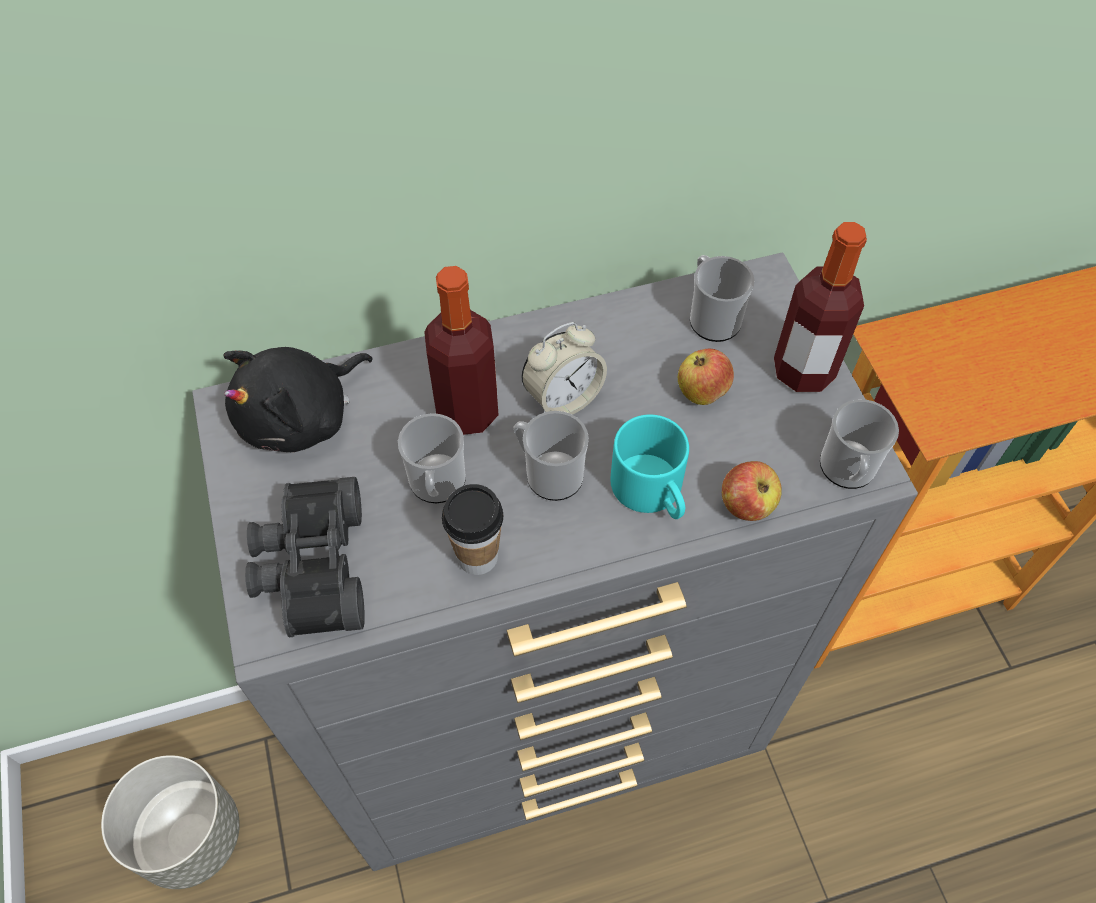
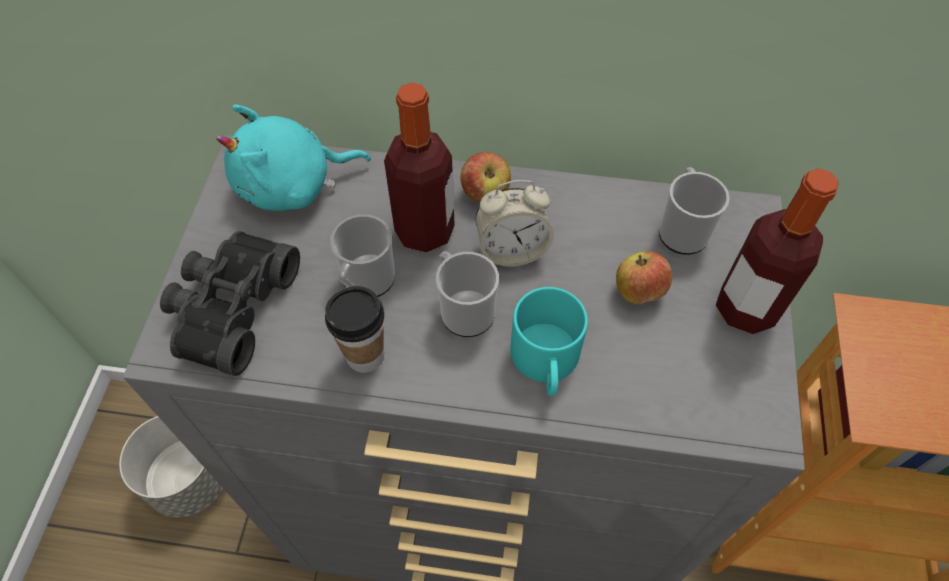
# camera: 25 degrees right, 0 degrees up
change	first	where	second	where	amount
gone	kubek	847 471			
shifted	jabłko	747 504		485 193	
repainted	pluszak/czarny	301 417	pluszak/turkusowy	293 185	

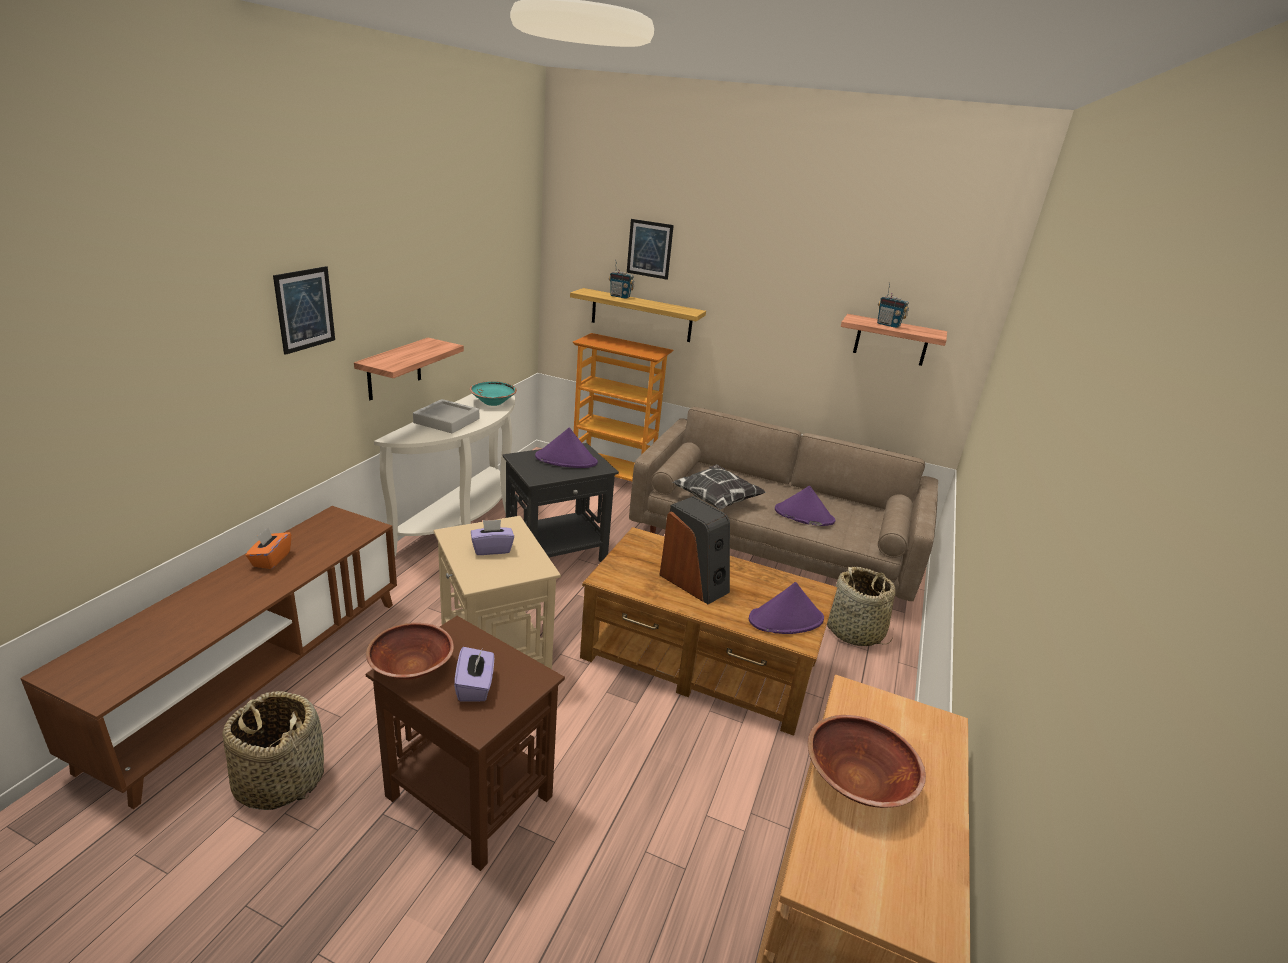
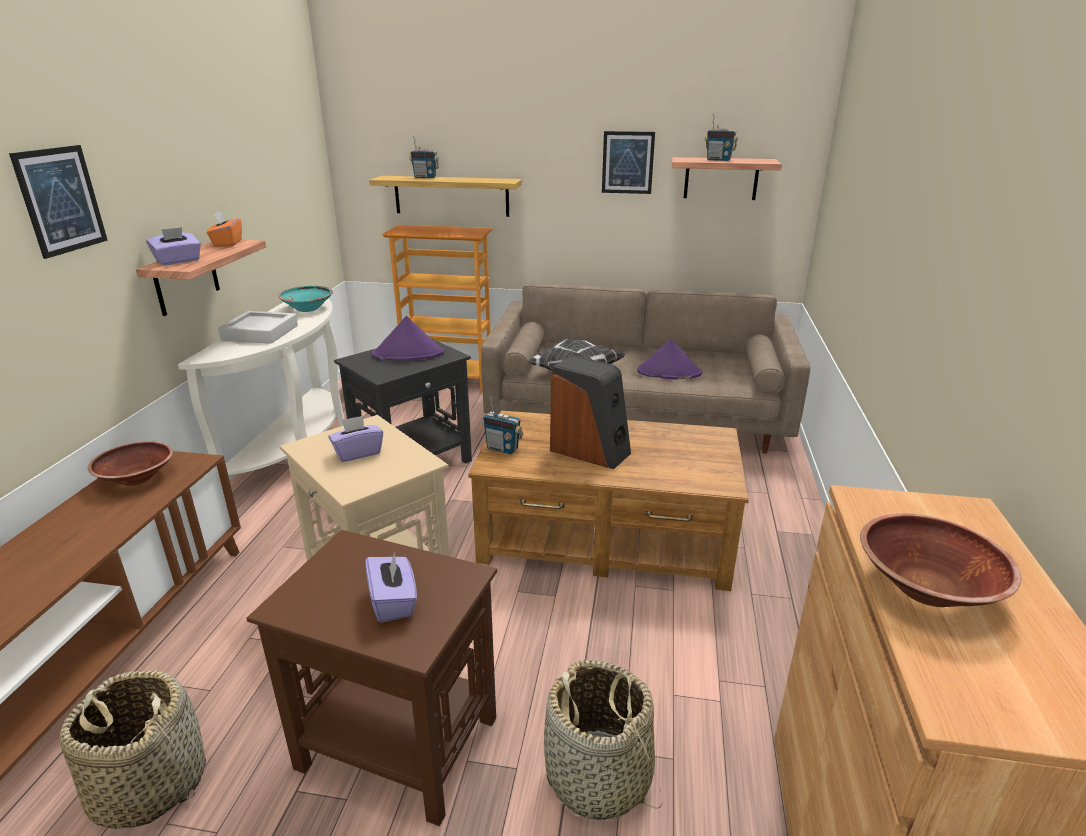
# camera: 10 degrees left, 0 degrees up
change	first	where	second	where	amount
gone	kapelusz/fioletowy	786 619			
new			pudełko chusteczek/fioletowy	178 261	
new			radio	502 449	
shifted	pudełko chusteczek/pomarańczowy	271 559		227 243	
shifted	miska/brązowy	411 668		136 478	
shifted	obraz	649 249		627 162	
shifted	koszyk	854 631		598 777	

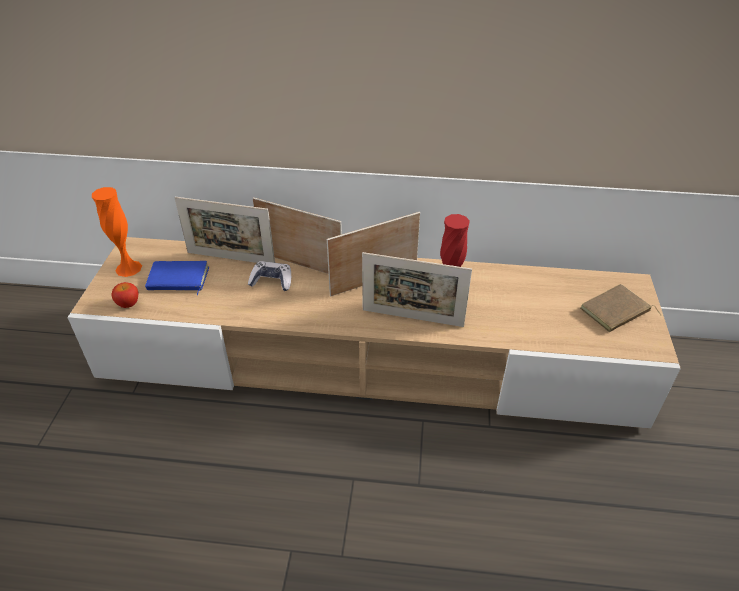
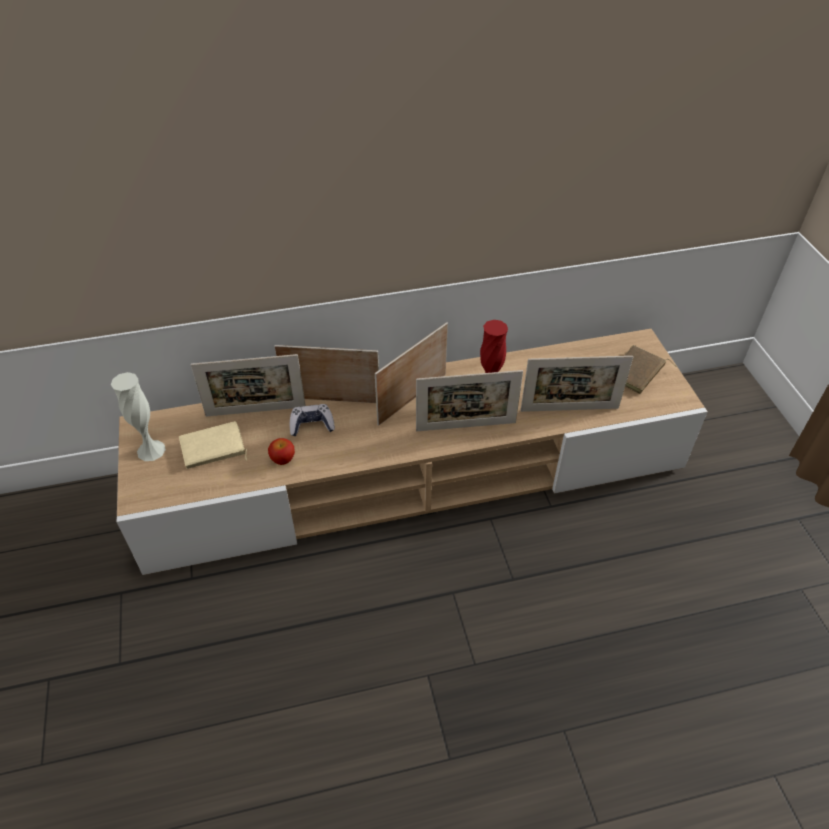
# camera: 20 degrees left, 5 degrees up
change	first	where	second	where	amount
new			ramka na zdjęcie	569 409	
shifted	jabłko	128 304		283 459	
repainted	wazon/pomarańczowy	128 268	wazon/biały	151 450	
repainted	książka/niebieski	178 280	książka/beżowy	213 449	

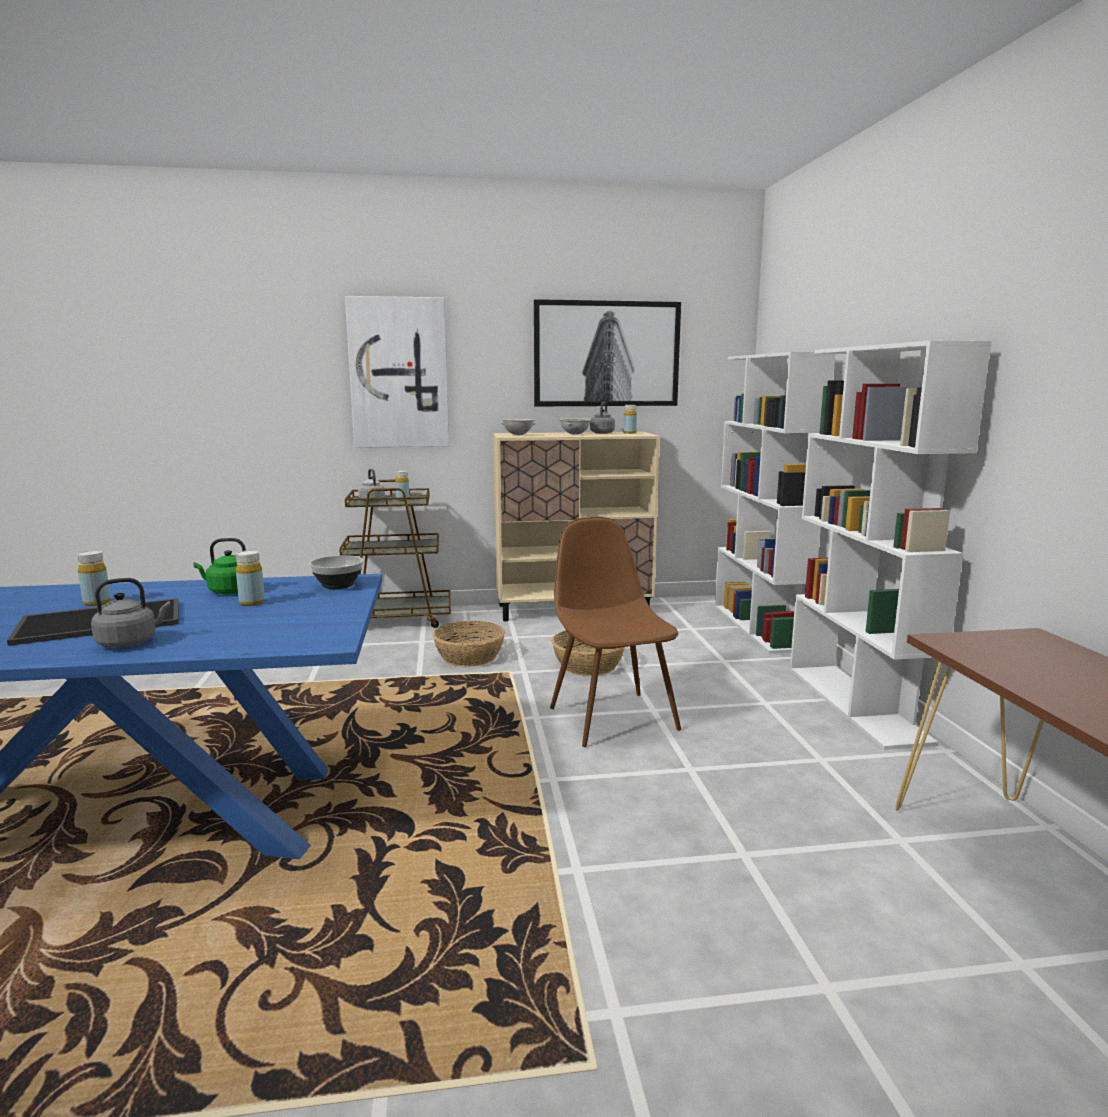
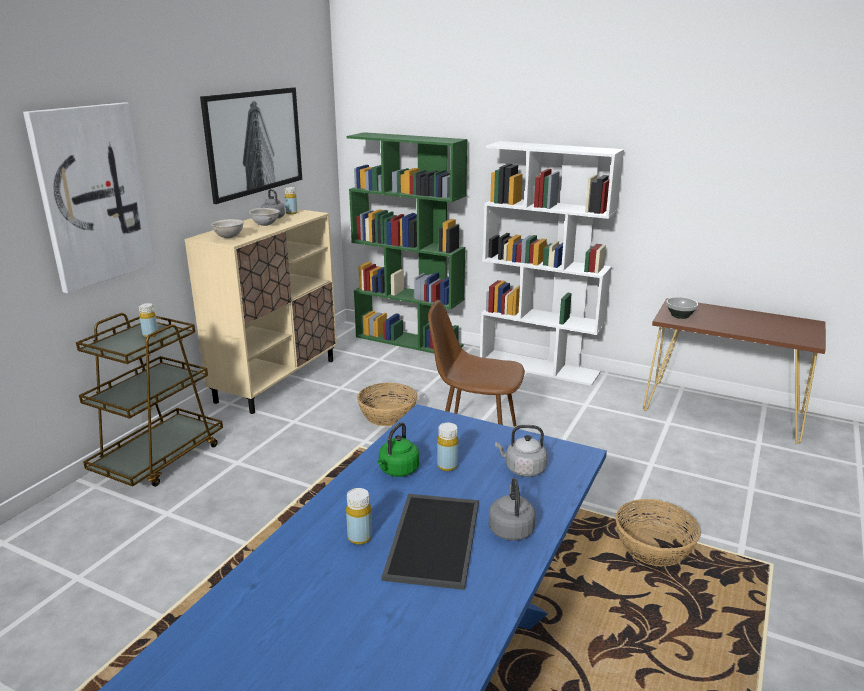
# camera: 55 degrees left, 10 degrees up
change	first	where	second	where	amount
shifted	miska	337 585		680 316	
shifted	czajnik/szary	371 501		522 469	
shifted	koszyk	470 656		654 546	
repainted	regał/biały	759 627	regał/zielony	409 341	

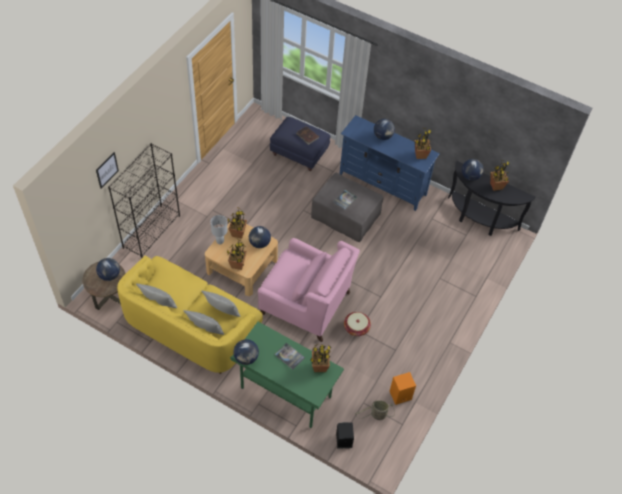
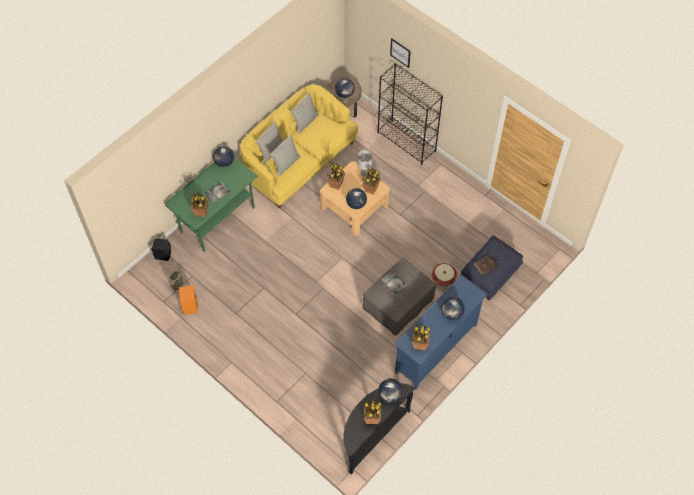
# camera: 105 degrees right, 5 degrees up
change	first	where	second	where	amount
gone	fotel/różowy	305 303			
shifted	koszyk	356 328		443 278	

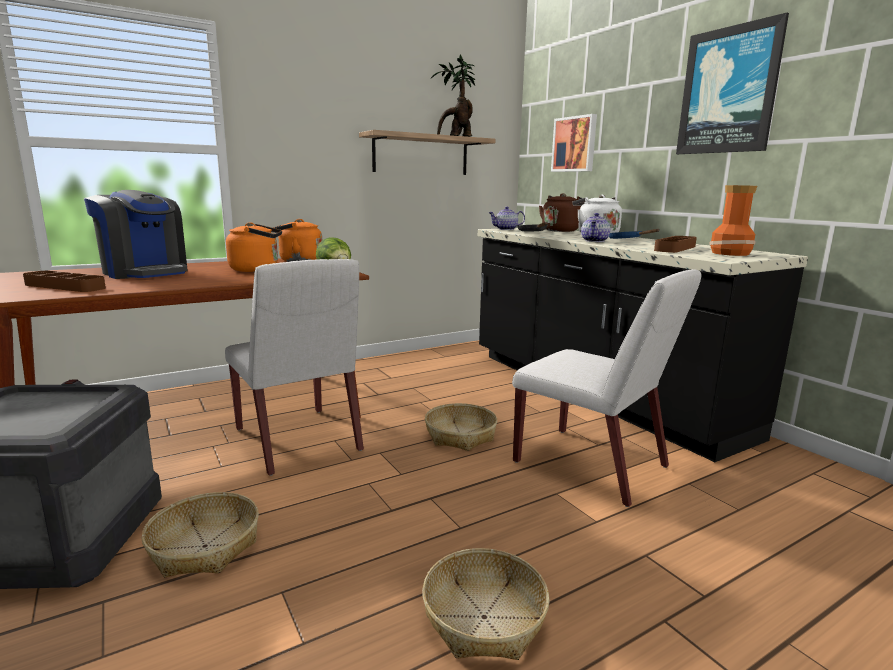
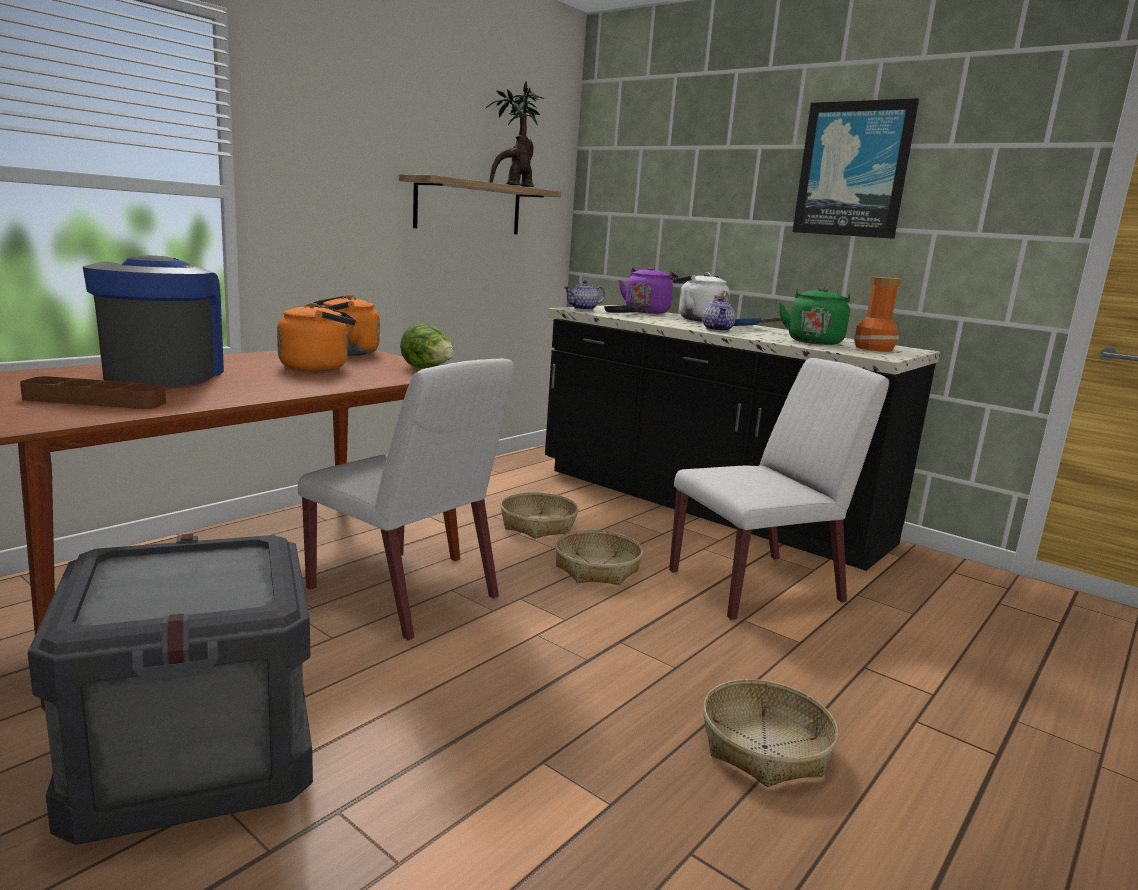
# camera: 20 degrees left, 0 degrees up
change	first	where	second	where	amount
gone	obraz	575 144			
shifted	koszyk	204 546		538 525	
swapped	taca/brązowy	675 248	czajnik/zielony	814 341	
repainted	czajnik/brązowy	561 230	czajnik/fioletowy	647 311	
rotated	ekspres do kawy	145 272		164 374	120 degrees counterclockwise
rotated	krzesło/biały	592 465		757 586	45 degrees counterclockwise

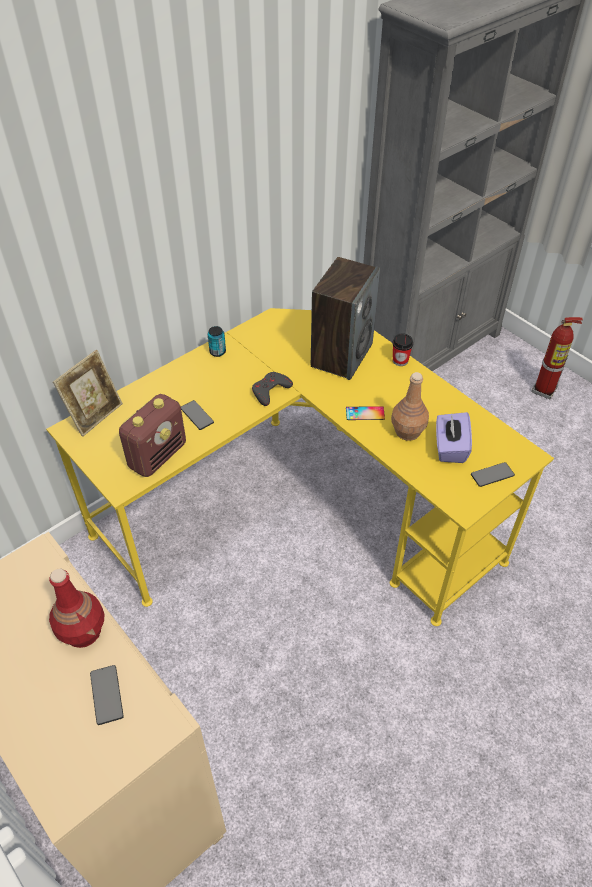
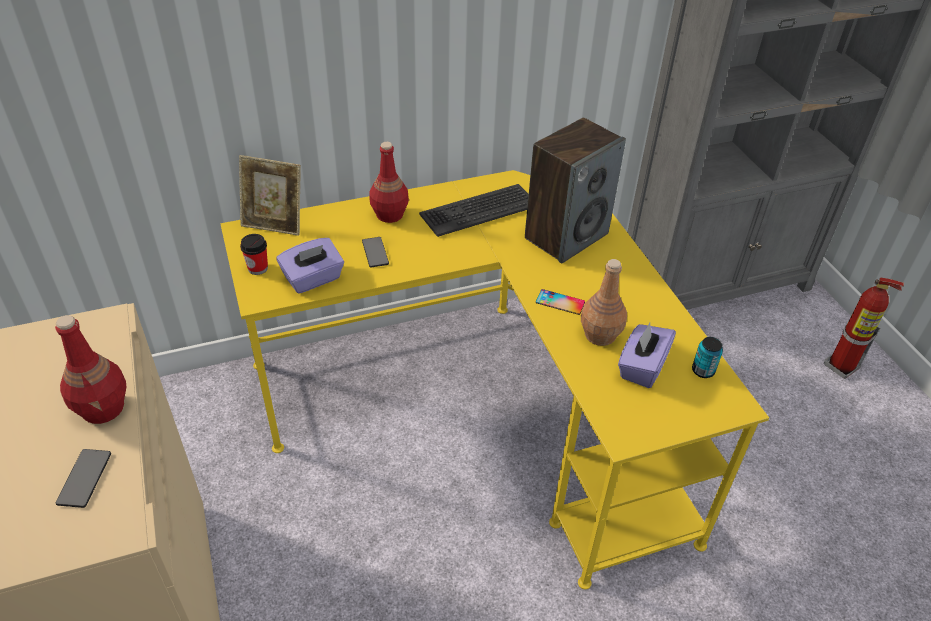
# camera: 20 degrees right, 5 degrees down
change	first	where	second	where	amount
gone	pad do gier/szary	270 391			
gone	telefon	492 475			
new			butelka/czerwony	389 214	
new			klawiatura	479 210	
shifted	puszka	217 352		703 370	
shifted	filiżanka	400 361		258 268	
swapped	radio	158 455	pudełko chusteczek/fioletowy	313 279	
rotated	ramka na zdjęcie	95 415		274 224	45 degrees clockwise

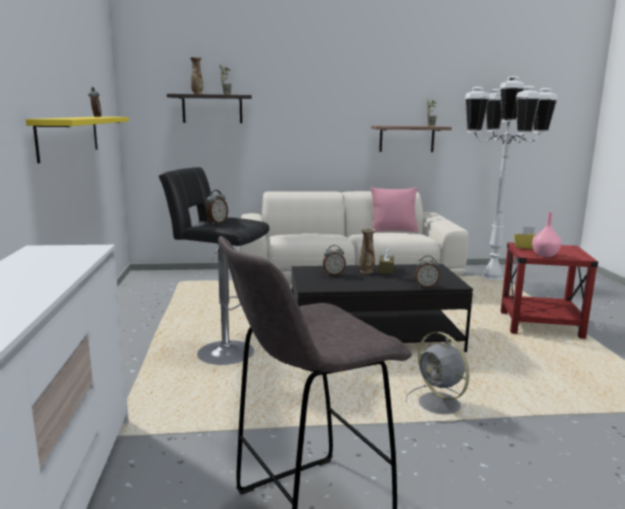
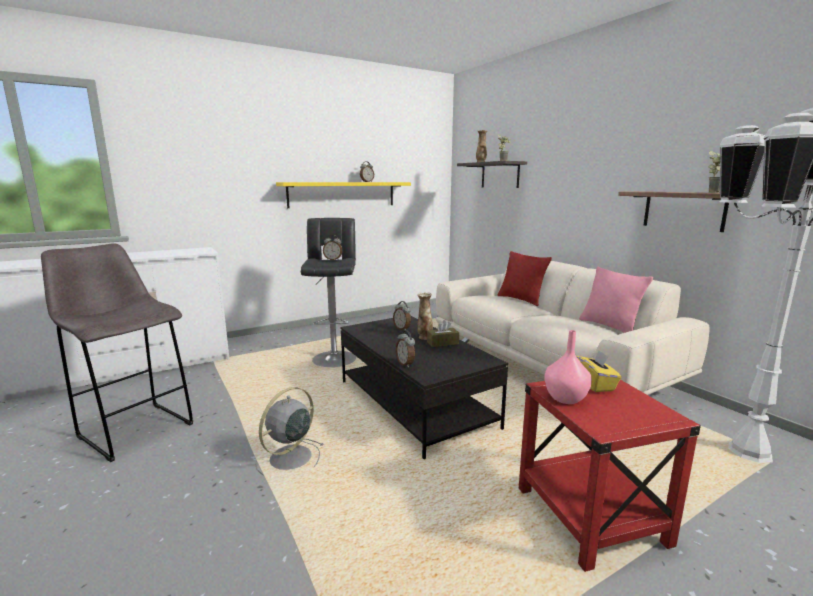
# camera: 65 degrees right, 0 degrees up
change	first	where	second	where	amount
new			poduszka/czerwony	521 299	

